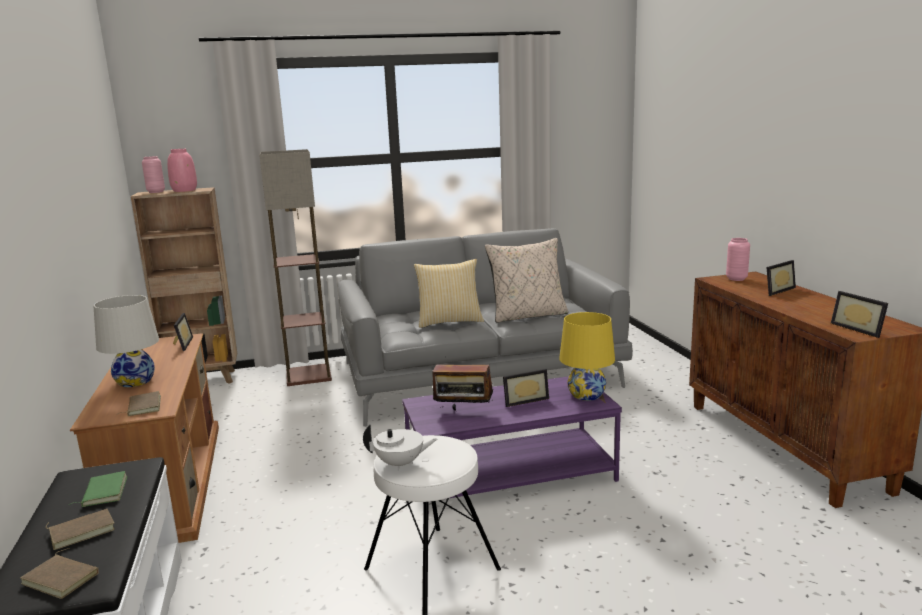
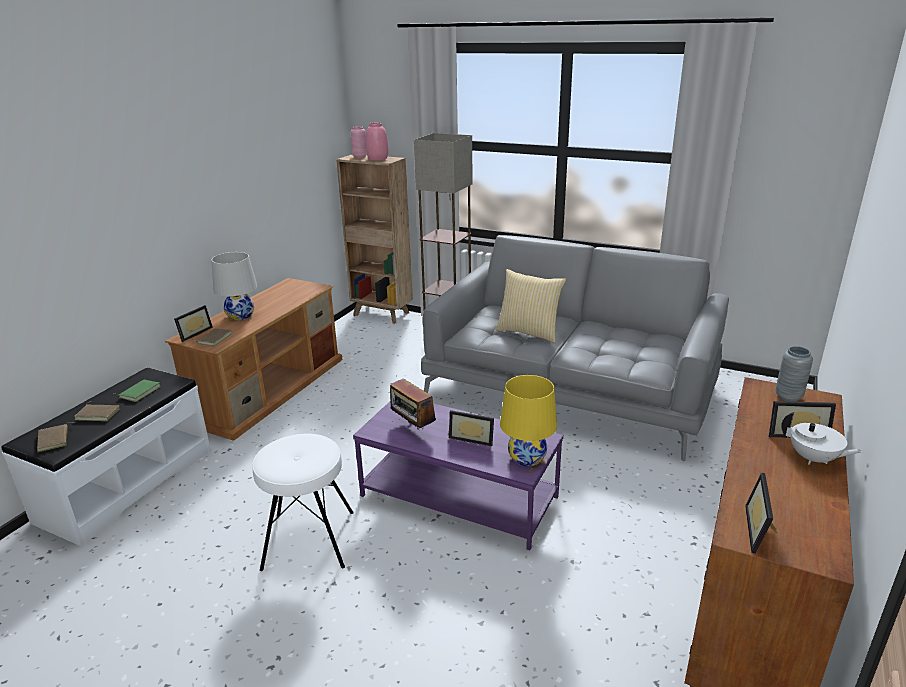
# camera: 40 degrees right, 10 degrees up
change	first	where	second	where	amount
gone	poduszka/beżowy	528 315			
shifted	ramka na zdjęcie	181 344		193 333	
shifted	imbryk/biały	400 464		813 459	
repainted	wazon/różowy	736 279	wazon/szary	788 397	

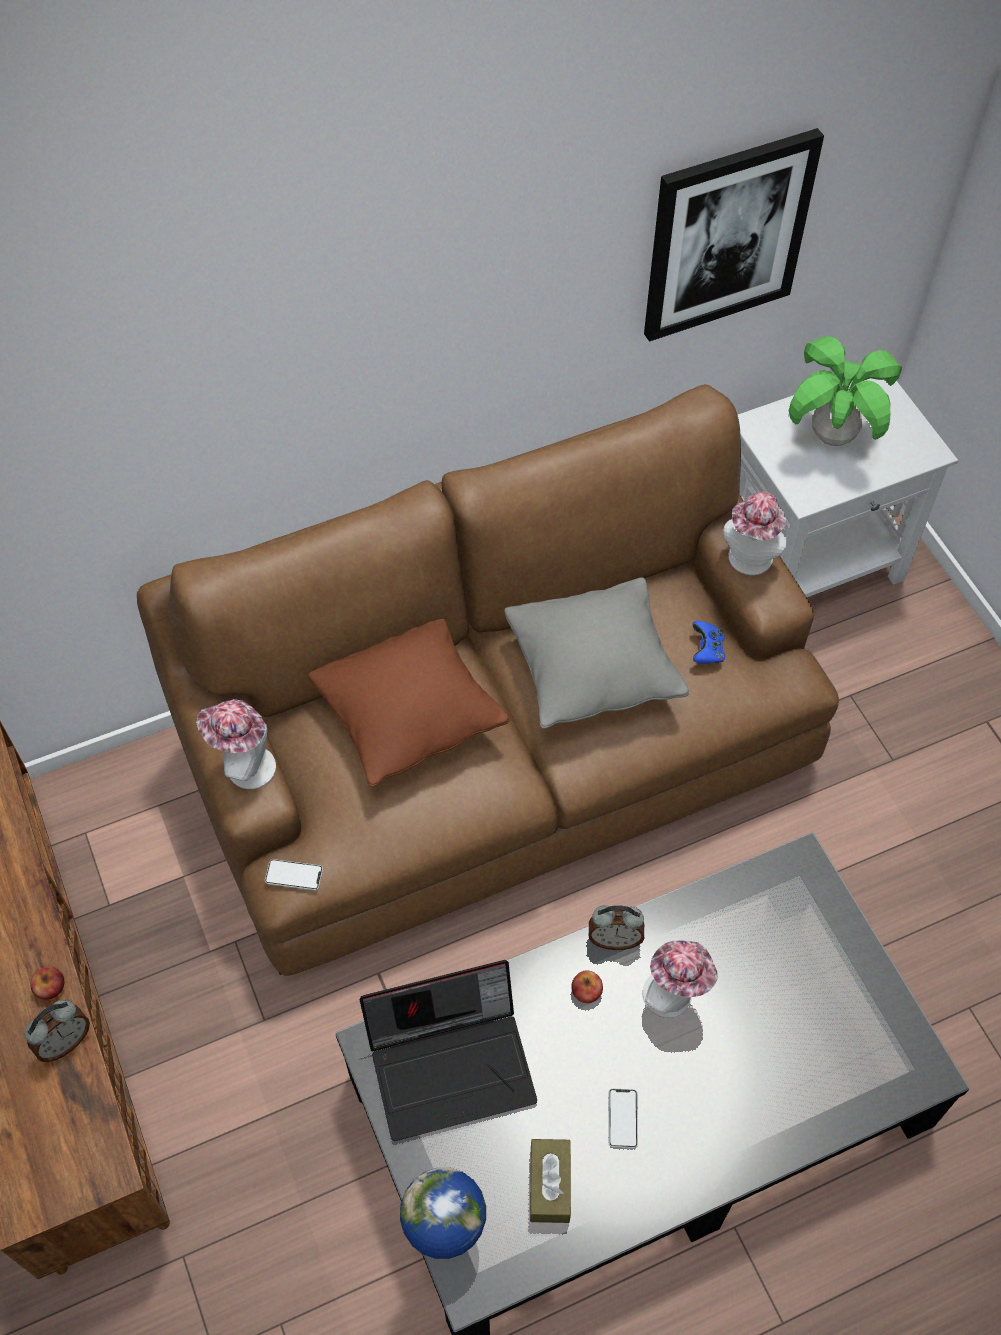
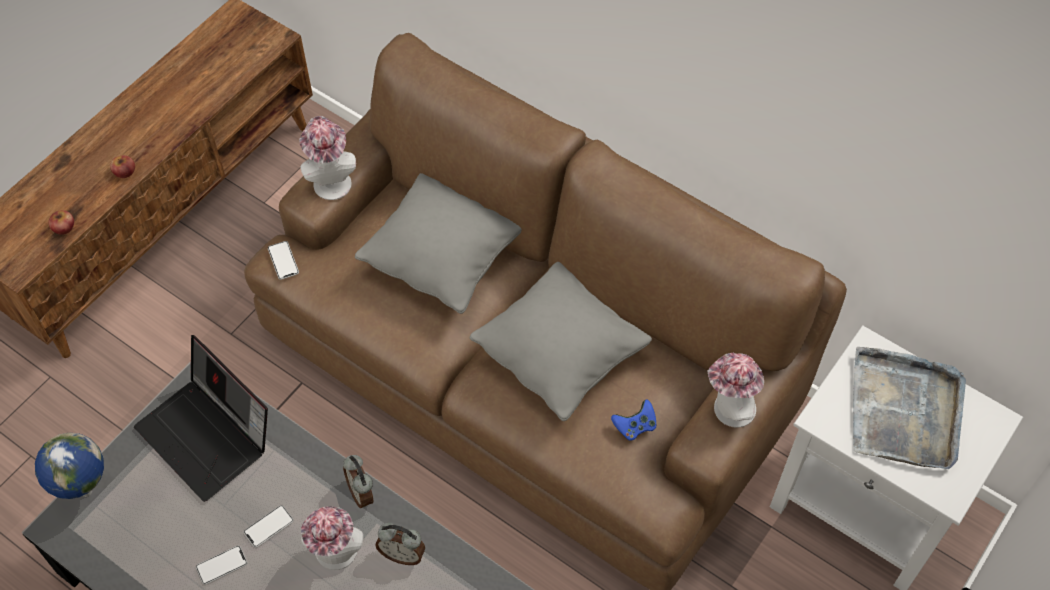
# camera: 60 degrees right, 0 degrees up
change	first	where	second	where	amount
gone	pudełko chusteczek/brązowy	549 1184			
gone	obraz	726 235			
new			telefon	269 526	
shifted	budzik	65 1041		402 554	
shifted	jabłko	586 991		64 227	
swapped	roślina doniczkowa	833 436	taca/szary	904 411	
repainted	poduszka/brązowy	409 718	poduszka/szary	443 260	

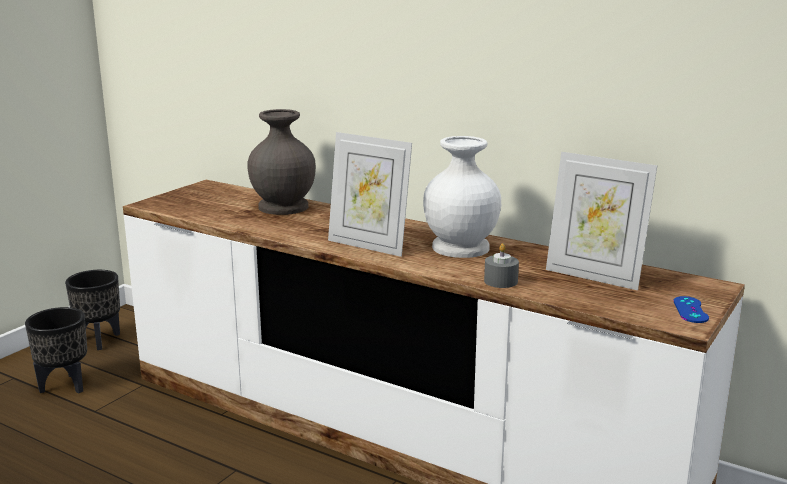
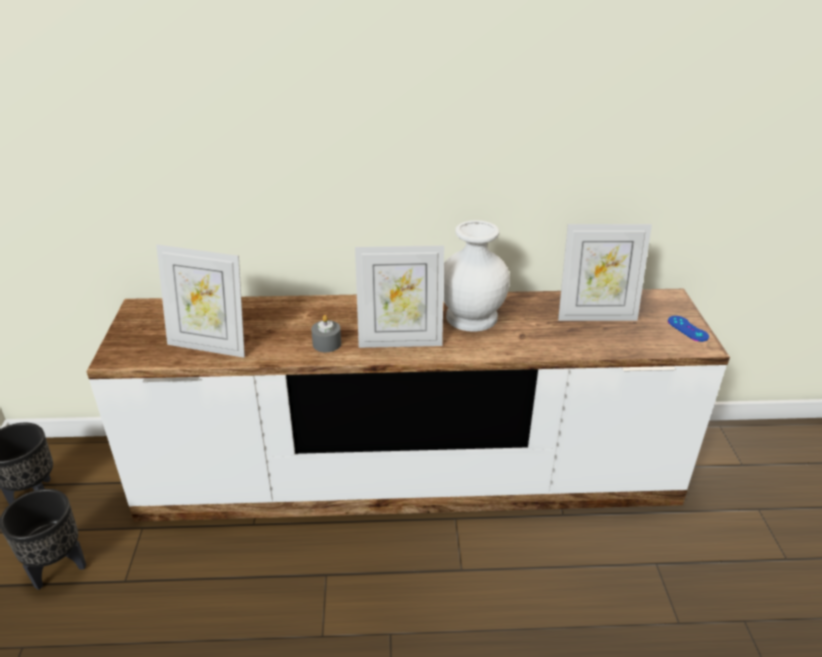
# camera: 35 degrees left, 15 degrees up
change	first	where	second	where	amount
gone	wazon/szary	282 207			
new			ramka na zdjęcie	209 346	
shifted	świeca/szary	500 281		327 343	

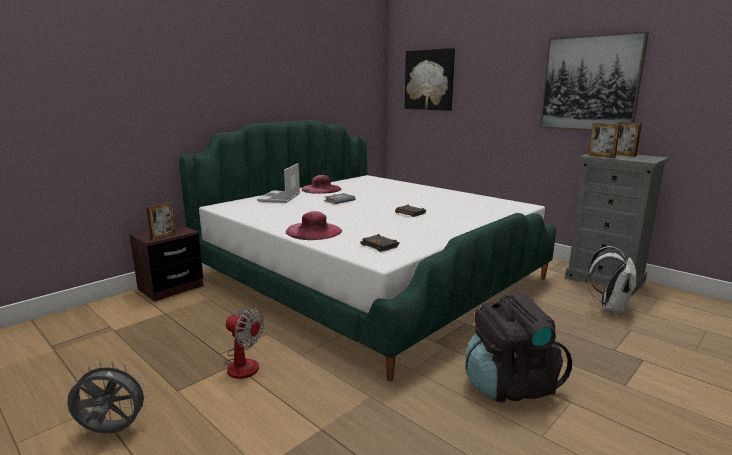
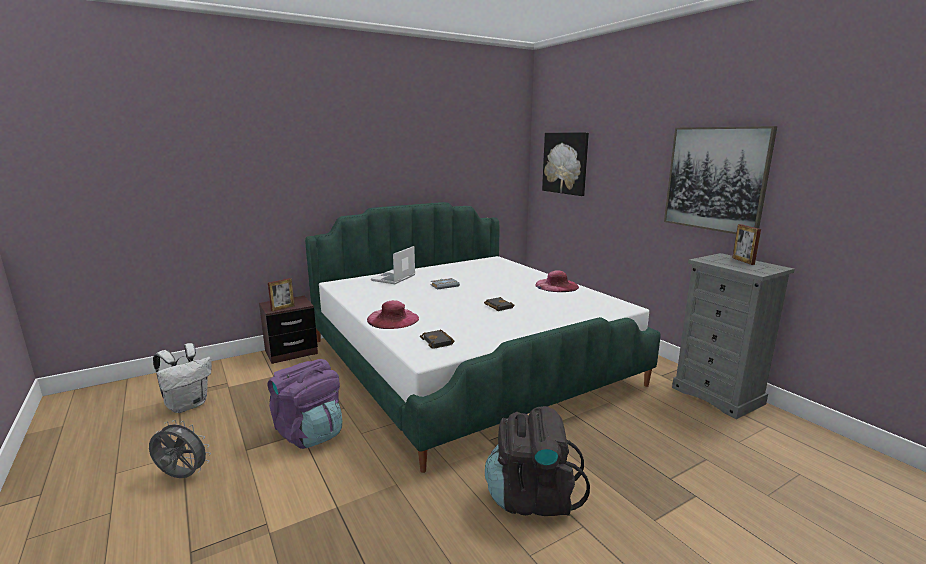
# camera: 15 degrees right, 0 degrees up
change	first	where	second	where	amount
gone	ramka na zdjęcie	601 156			
shifted	kapelusz/różowy	321 189		556 285	
shifted	plecak/biały	610 308		188 405	
swapped	wentylator	243 362	plecak/fioletowy	309 433	

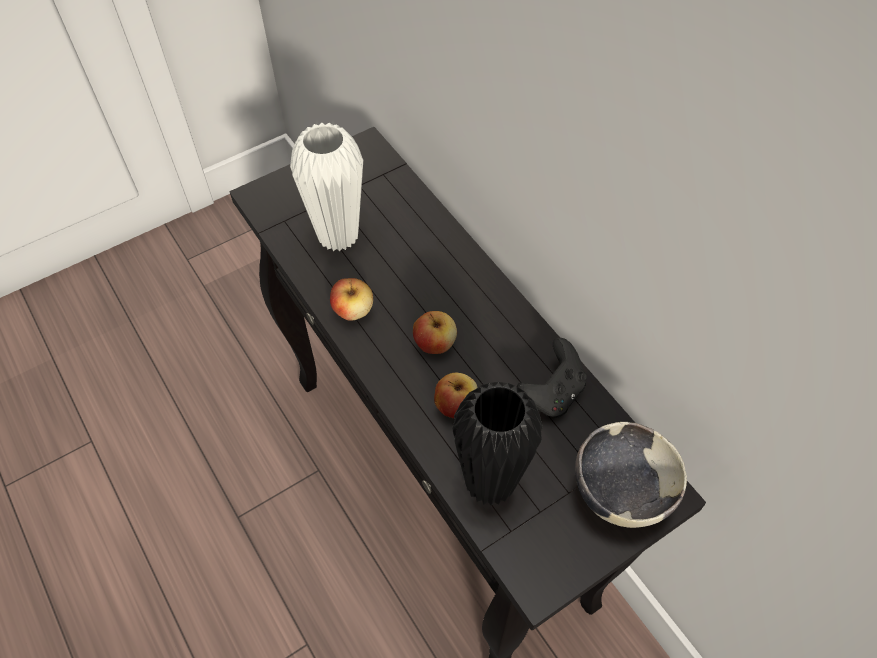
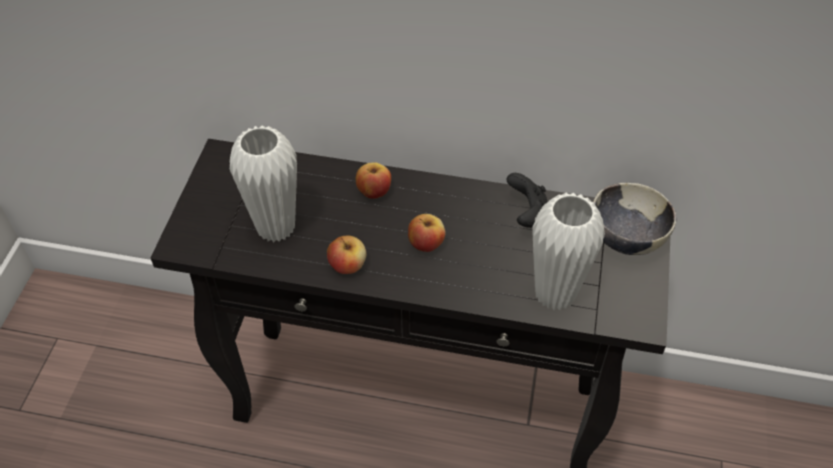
# camera: 45 degrees left, 5 degrees down
change	first	where	second	where	amount
shifted	jabłko	456 405		373 191	
repainted	wazon/czarny	490 483	wazon/biały	555 294	

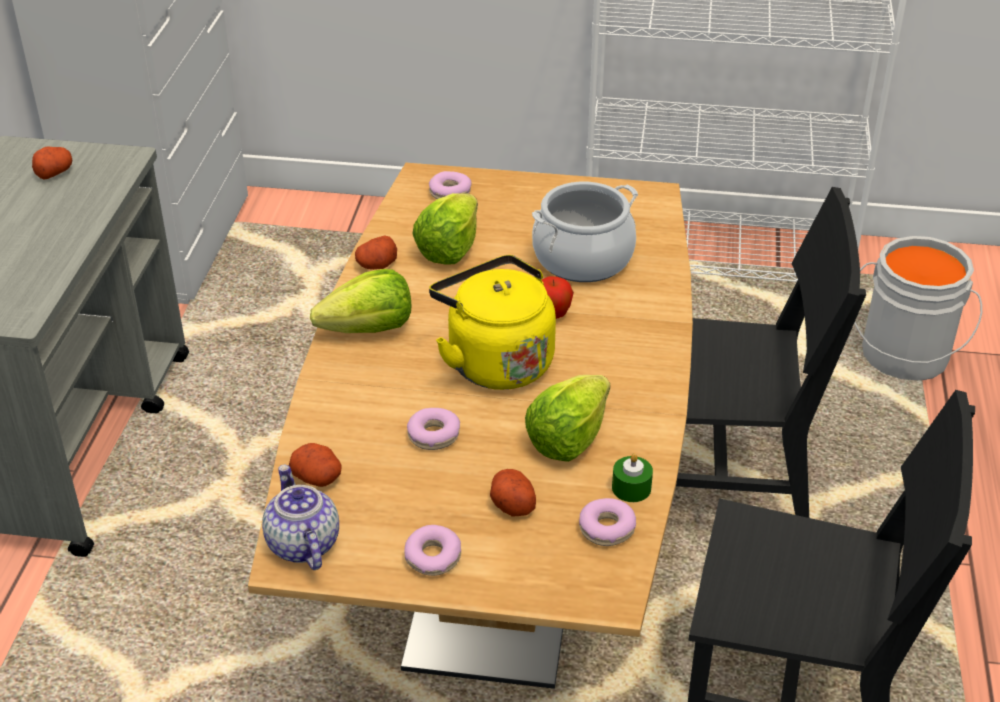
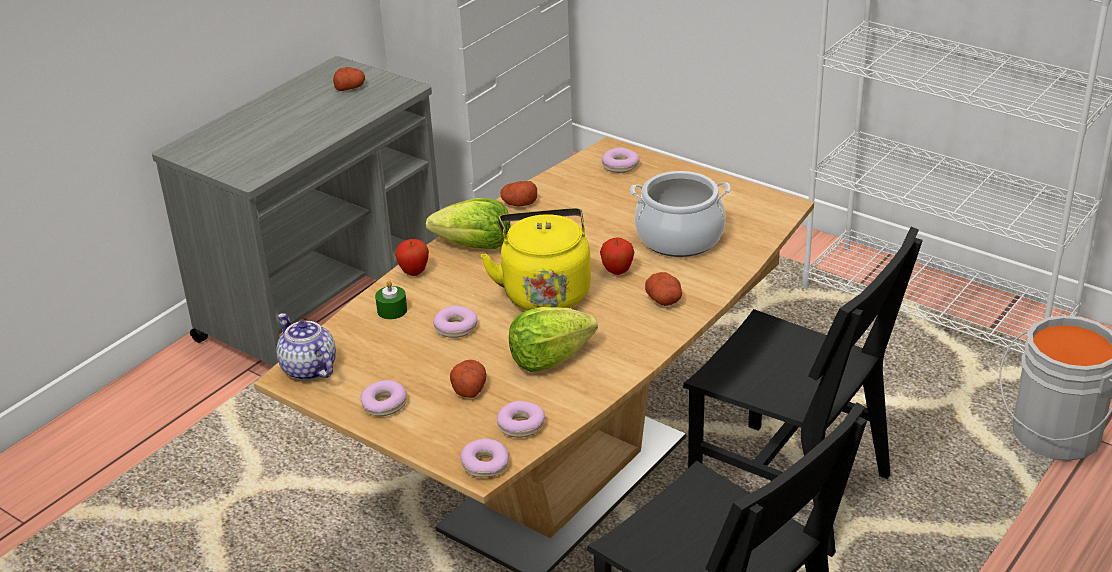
# camera: 30 degrees right, 5 degrees down
change	first	where	second	where	amount
gone	sałata	449 249			
new			jabłko	414 272	
new			donut	485 465	
shifted	ziemniak	318 477		665 300	
shifted	świeca/zielony	631 488		392 310	
rotated	imbryk	302 544		308 369	45 degrees counterclockwise

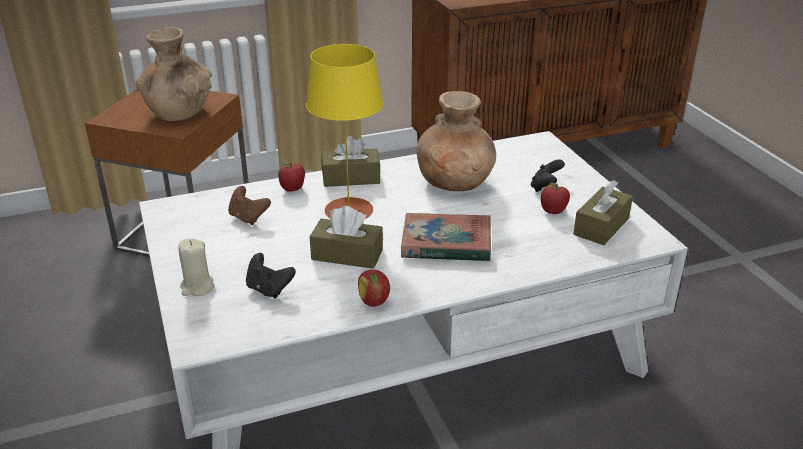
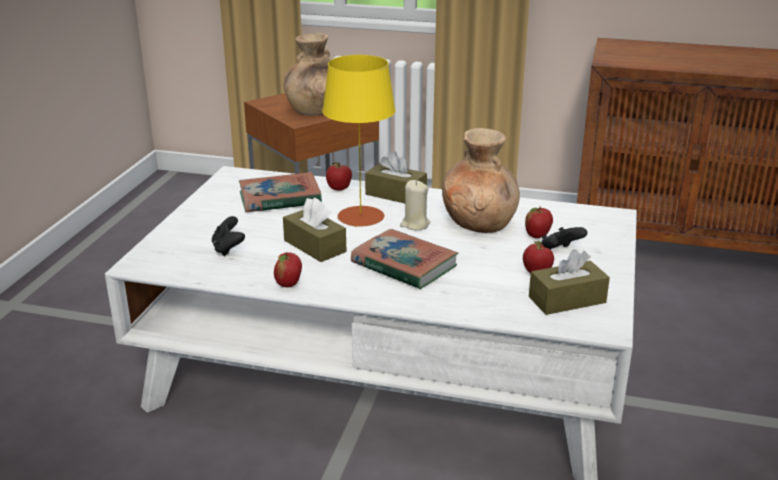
# camera: 35 degrees right, 5 degrees down
change	first	where	second	where	amount
new			jabłko	537 236	
shifted	świeca/beżowy	197 287		415 224	
swapped	pad do gier/brązowy	248 218	książka	280 198	

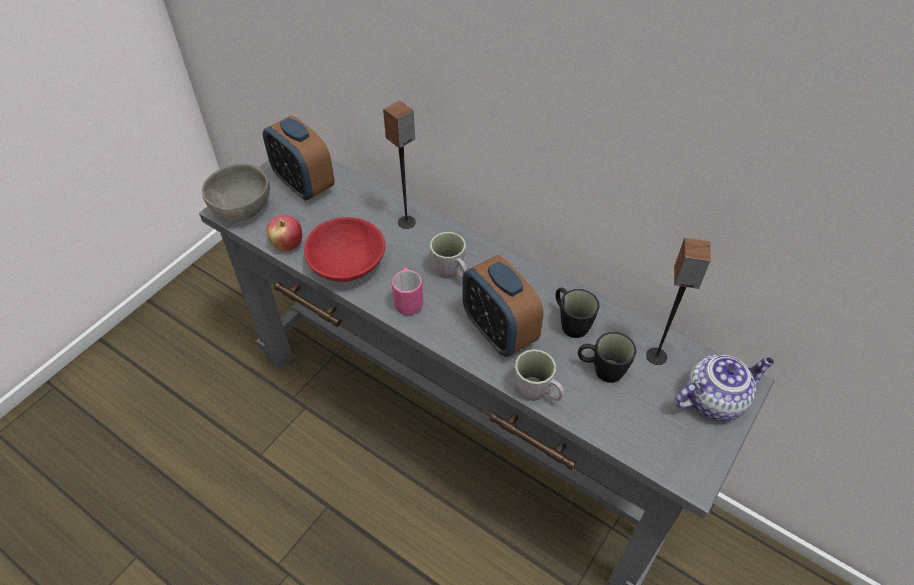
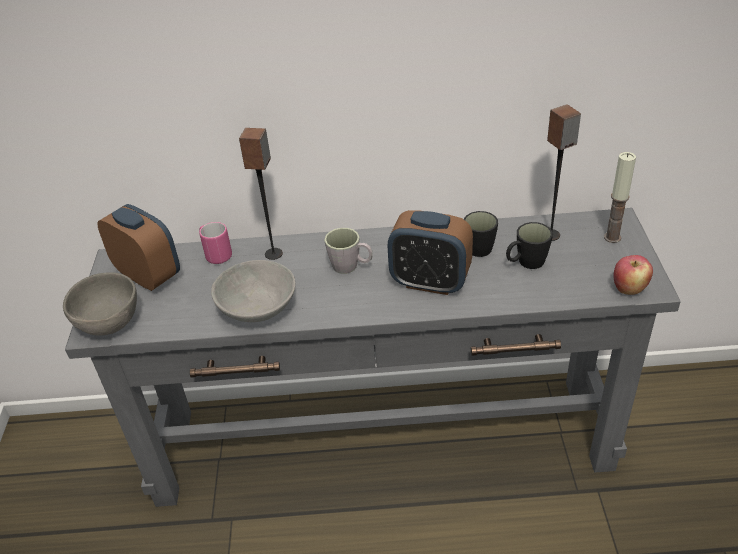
# camera: 35 degrees left, 10 degrees down
change	first	where	second	where	amount
gone	kubek/szary	538 393			
shifted	jabłko	287 245		629 289	
shifted	kubek/różowy	408 300		216 254	
swapped	imbryk	714 399	świeca	612 237	
repainted	miska/czerwony	348 264	miska/szary	258 307	
rotated	budzik	304 185		149 275	150 degrees counterclockwise

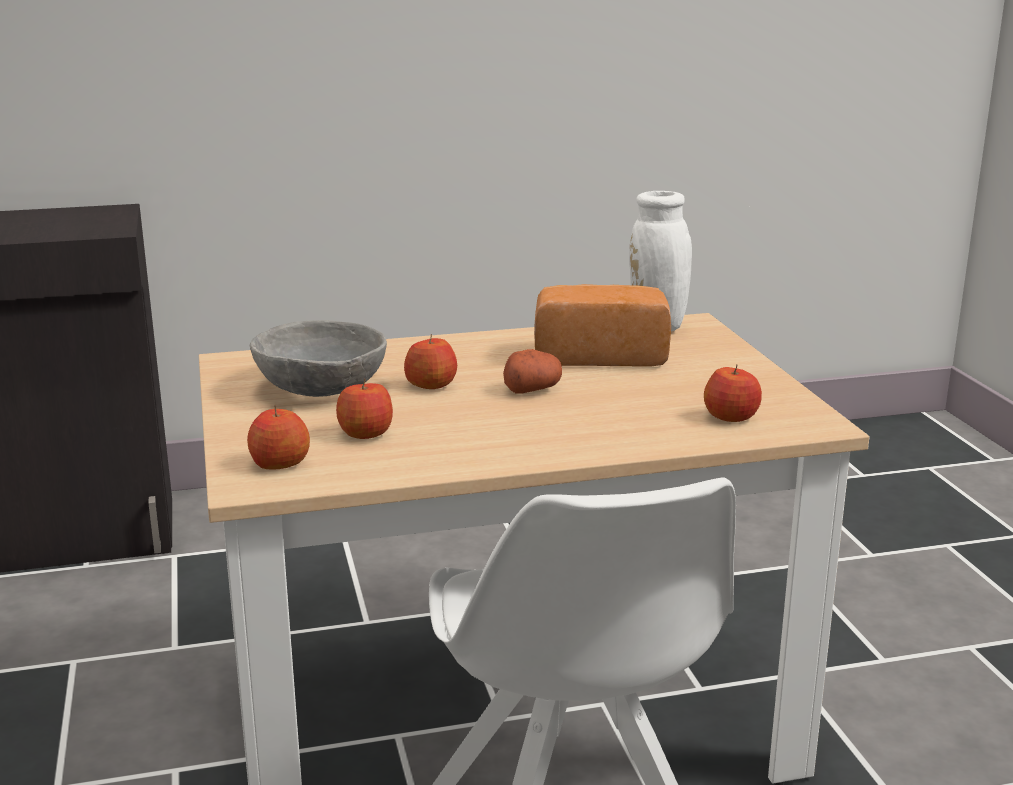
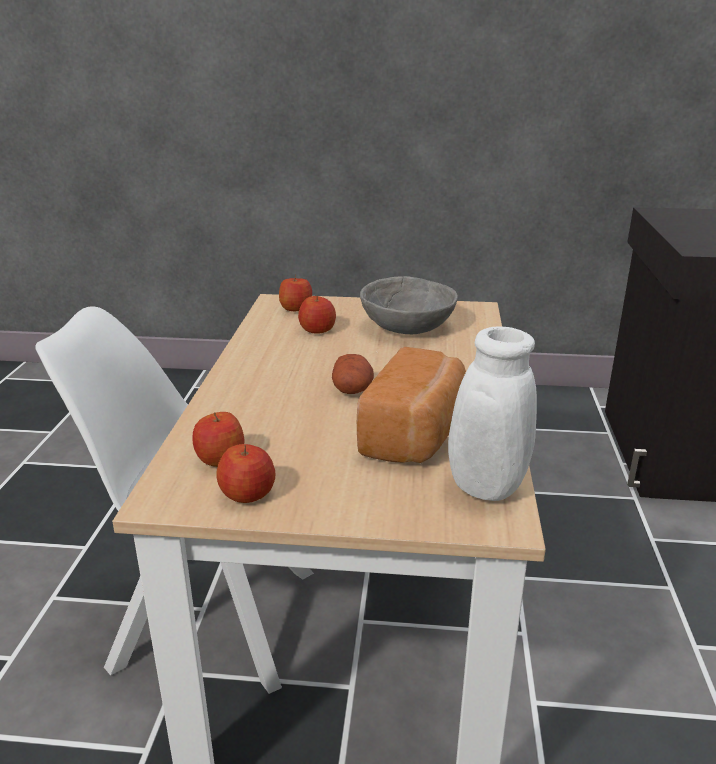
# camera: 110 degrees right, 5 degrees up
change	first	where	second	where	amount
shifted	jabłko	431 384		248 494	

